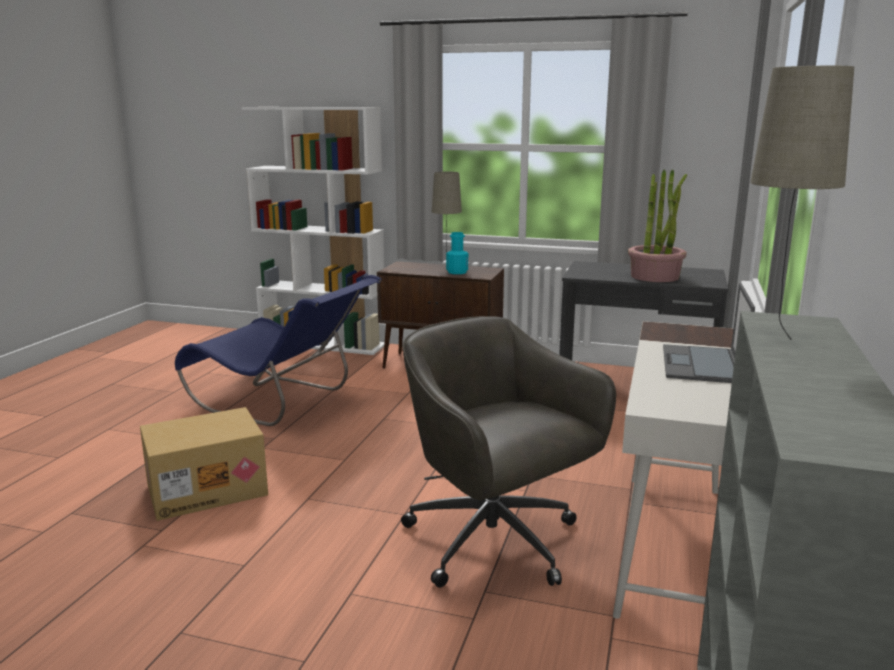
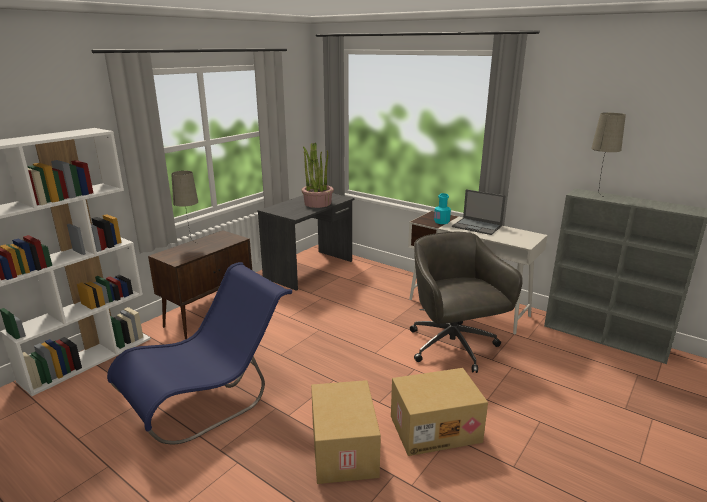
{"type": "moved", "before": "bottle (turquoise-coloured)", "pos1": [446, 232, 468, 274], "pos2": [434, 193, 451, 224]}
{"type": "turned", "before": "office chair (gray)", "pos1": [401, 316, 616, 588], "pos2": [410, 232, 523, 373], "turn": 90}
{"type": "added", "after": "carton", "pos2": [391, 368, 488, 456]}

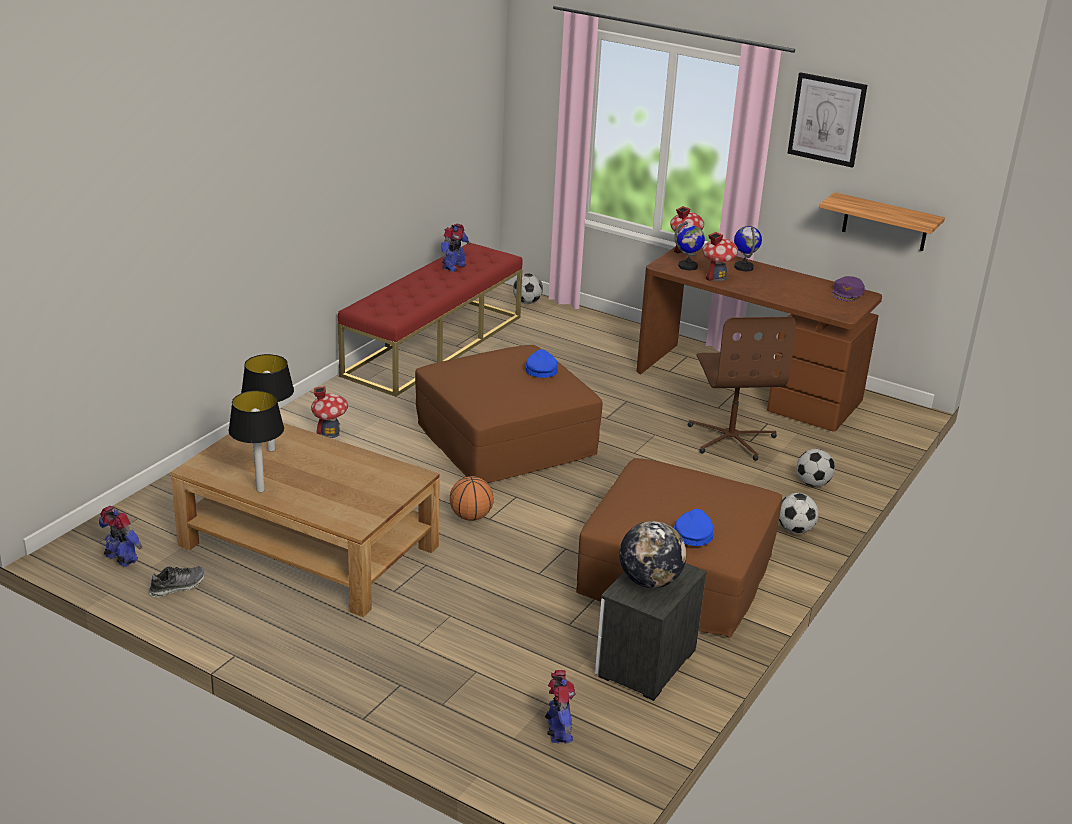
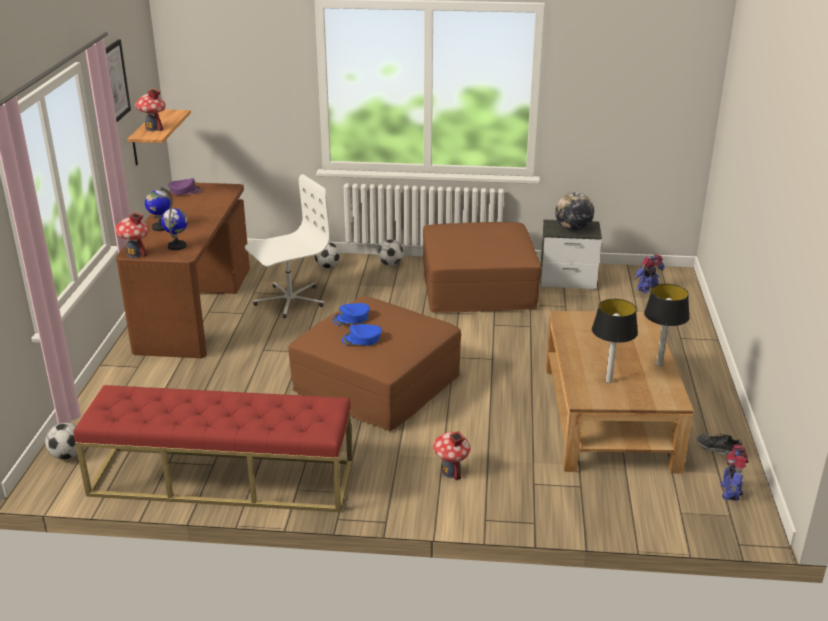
{"type": "removed", "before": "toy robot", "pos1": [441, 224, 470, 272]}
{"type": "moved", "before": "toy house", "pos1": [703, 232, 738, 281], "pos2": [135, 89, 166, 131]}
{"type": "recoloured", "before": "office chair (brown)", "after": "office chair (white)", "pos1": [688, 317, 796, 461], "pos2": [245, 174, 330, 318]}
{"type": "removed", "before": "basketball", "pos1": [450, 476, 494, 521]}
{"type": "moved", "before": "baseball cap (bluish)", "pos1": [674, 509, 714, 546], "pos2": [342, 324, 382, 346]}

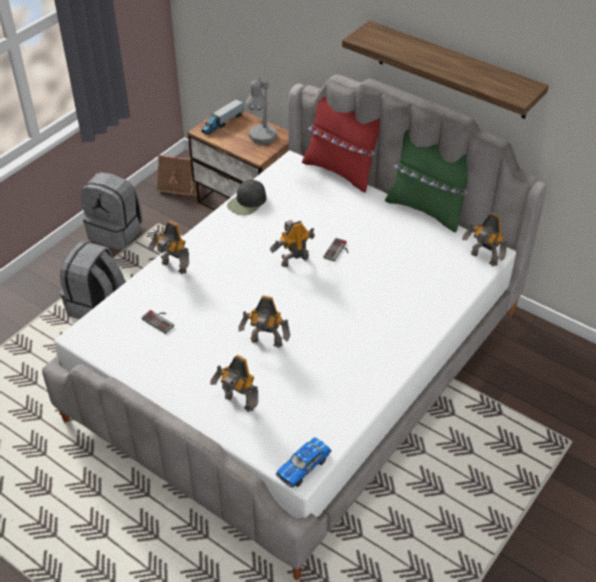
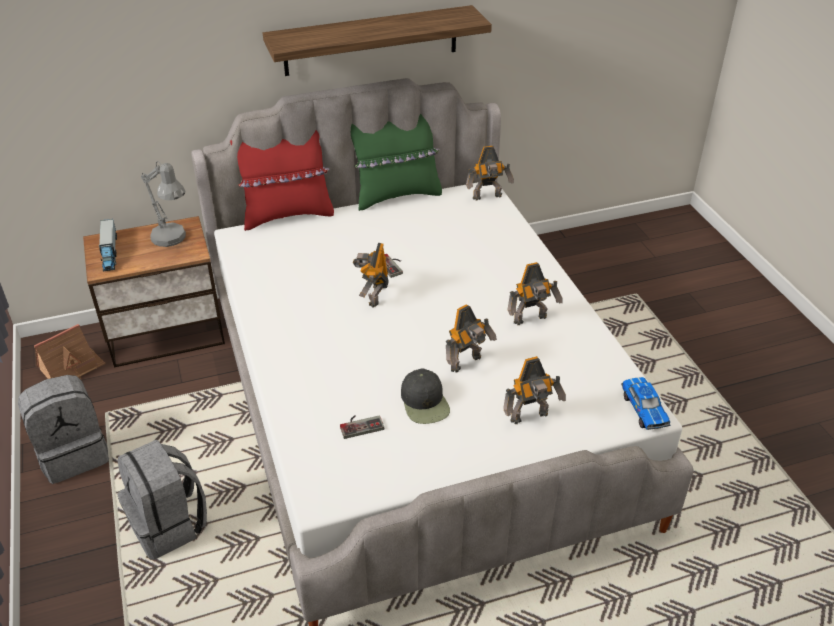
{"type": "moved", "before": "baseball cap (blackish)", "pos1": [227, 180, 266, 215], "pos2": [401, 368, 450, 424]}
{"type": "moved", "before": "toy robot", "pos1": [148, 221, 189, 274], "pos2": [508, 262, 563, 325]}

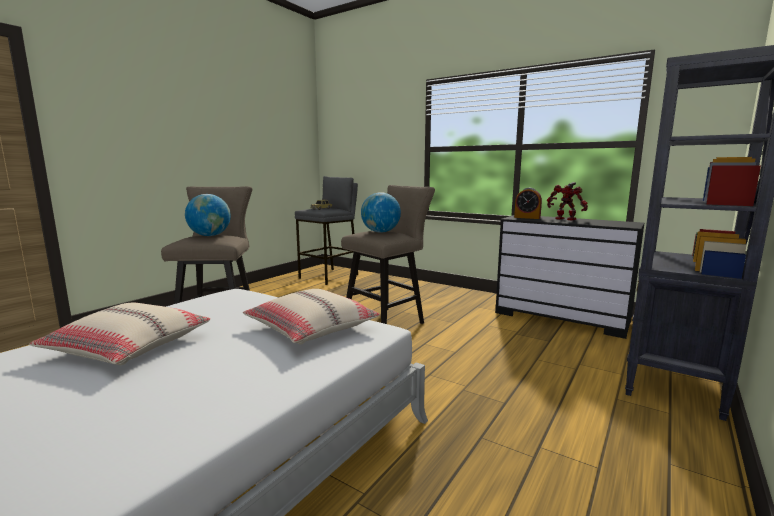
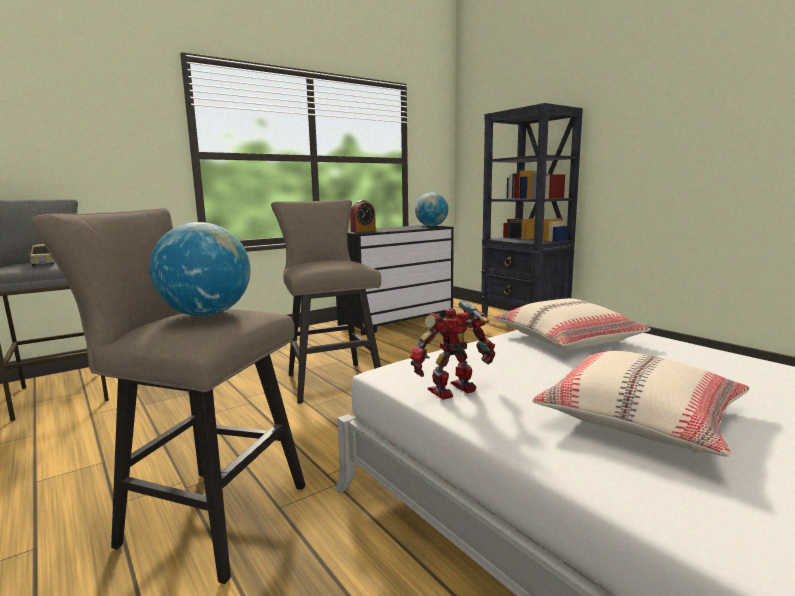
{"type": "moved", "before": "toy robot", "pos1": [547, 182, 588, 220], "pos2": [410, 301, 495, 400]}
{"type": "moved", "before": "desk globe", "pos1": [361, 192, 401, 233], "pos2": [415, 192, 448, 226]}

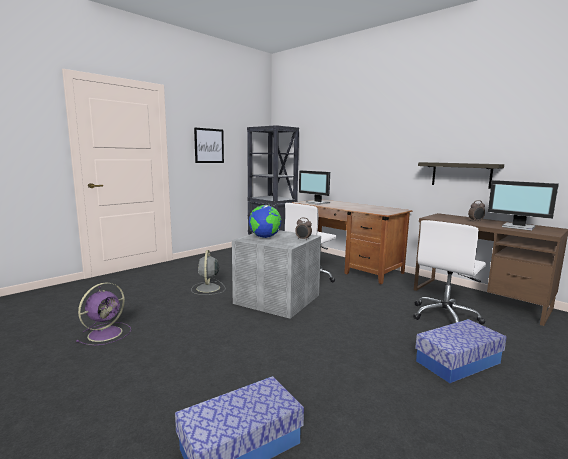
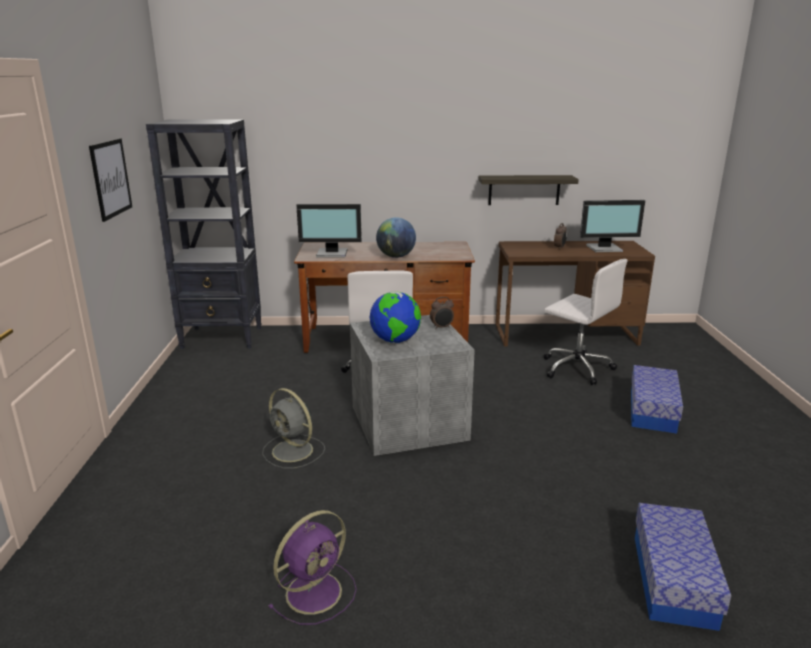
{"type": "turned", "before": "office chair (white)", "pos1": [413, 220, 486, 324], "pos2": [544, 259, 628, 385], "turn": -45}
{"type": "turned", "before": "cooling fan (purple)", "pos1": [76, 283, 131, 345], "pos2": [268, 510, 357, 625], "turn": 60}
{"type": "added", "after": "desk globe", "pos2": [376, 217, 416, 258]}

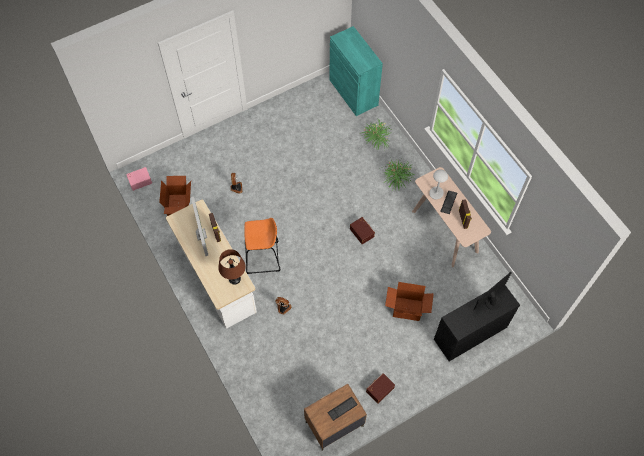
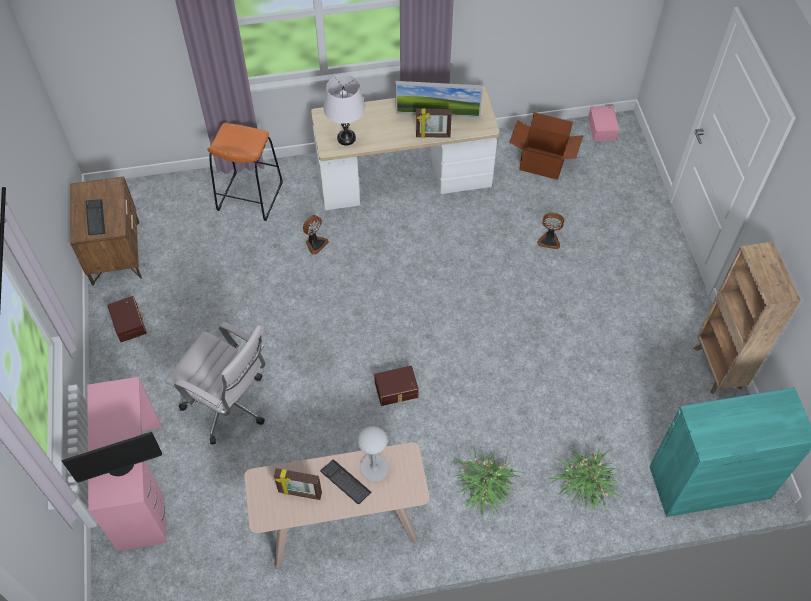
{"type": "moved", "before": "stool (orangey)", "pos1": [244, 218, 280, 274], "pos2": [207, 123, 283, 221]}
{"type": "recoloured", "before": "lamp for a table (brown)", "after": "lamp for a table (white)", "pos1": [218, 249, 246, 285], "pos2": [323, 75, 365, 145]}
{"type": "turned", "before": "computer screen", "pos1": [474, 272, 512, 310], "pos2": [61, 432, 163, 483], "turn": 90}
{"type": "replaced", "before": "carton", "after": "office chair (white)", "pos1": [385, 282, 434, 321], "pos2": [165, 322, 265, 445]}
{"type": "recoloured", "before": "desk unit (blackish)", "after": "desk unit (pink-coloured)", "pos1": [434, 285, 520, 361], "pos2": [87, 377, 166, 551]}
{"type": "added", "after": "bookshelf (brown)", "pos2": [693, 241, 801, 394]}

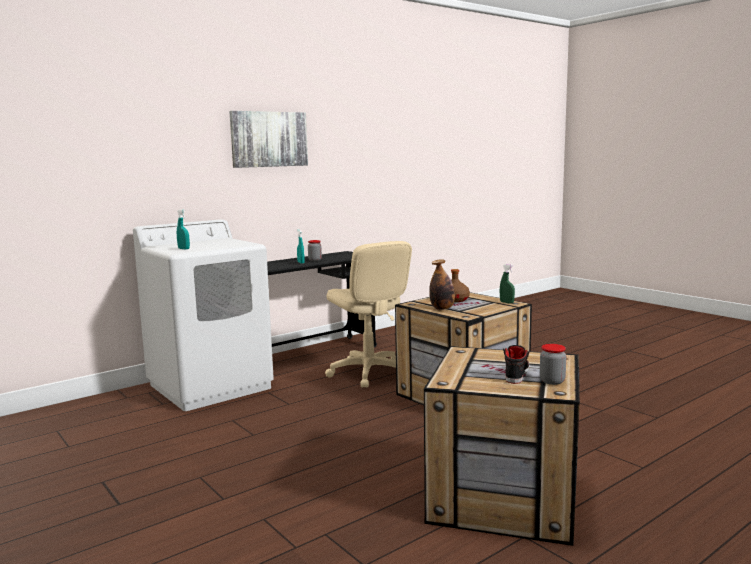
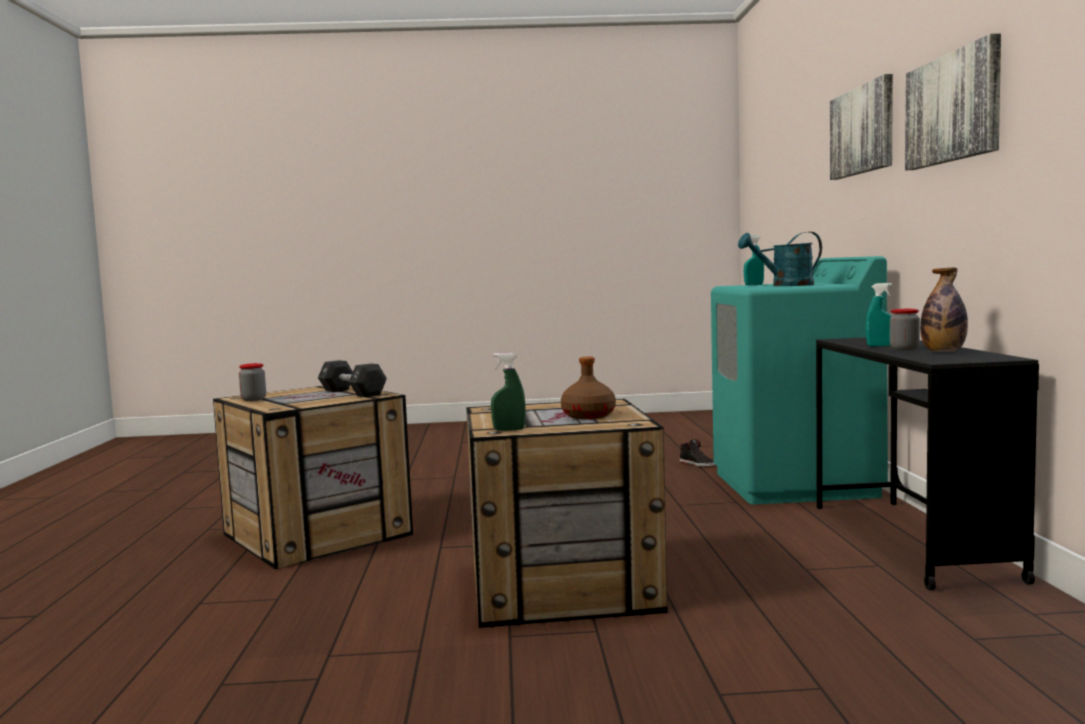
{"type": "recoloured", "before": "washing machine (white)", "after": "washing machine (turquoise-coloured)", "pos1": [133, 219, 274, 411], "pos2": [711, 256, 888, 505]}
{"type": "removed", "before": "office chair (sand-coloured)", "pos1": [325, 241, 412, 388]}
{"type": "moved", "before": "bottle", "pos1": [429, 259, 455, 310], "pos2": [920, 268, 968, 352]}
{"type": "moved", "before": "item of footwear (blackish)", "pos1": [503, 345, 530, 384], "pos2": [680, 439, 716, 467]}
{"type": "added", "after": "picture", "pos2": [830, 74, 893, 180]}
{"type": "added", "after": "watering can (turquoise-coloured)", "pos2": [738, 232, 822, 286]}
{"type": "added", "after": "free weight (blackish)", "pos2": [318, 360, 387, 397]}

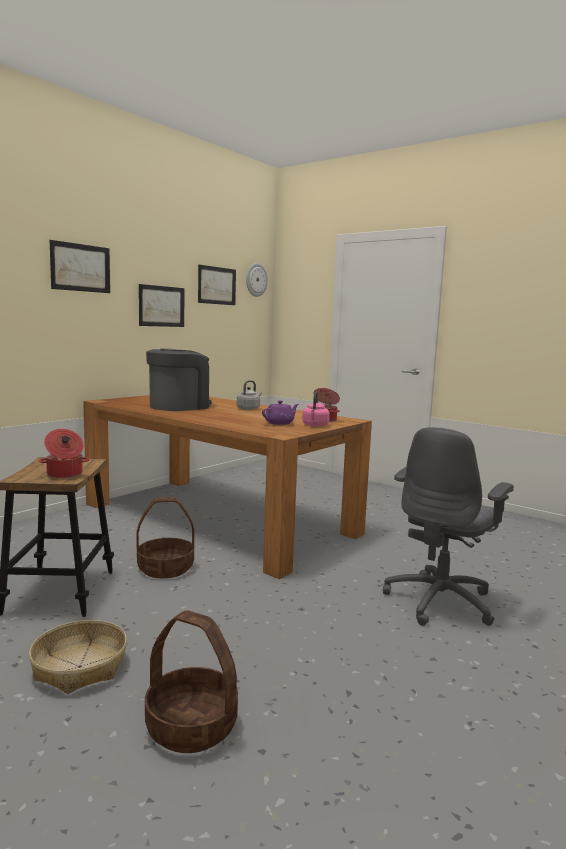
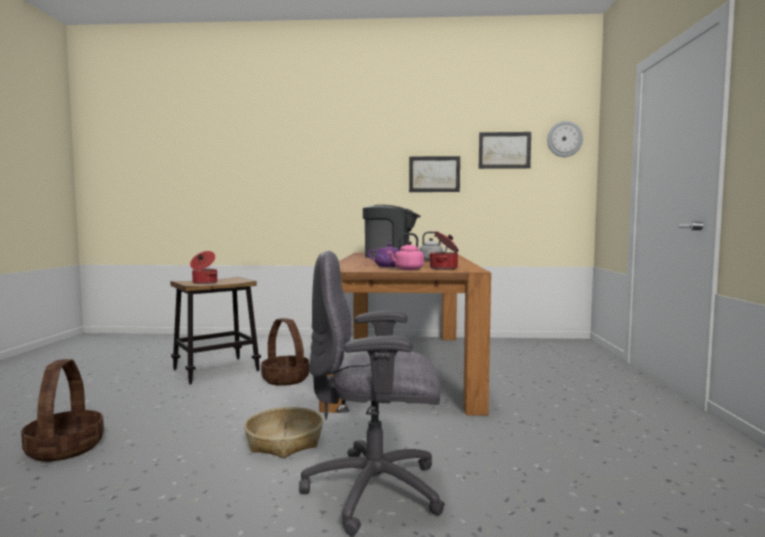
{"type": "removed", "before": "picture", "pos1": [50, 240, 110, 293]}
{"type": "moved", "before": "storage basket", "pos1": [29, 620, 127, 694], "pos2": [244, 407, 323, 458]}

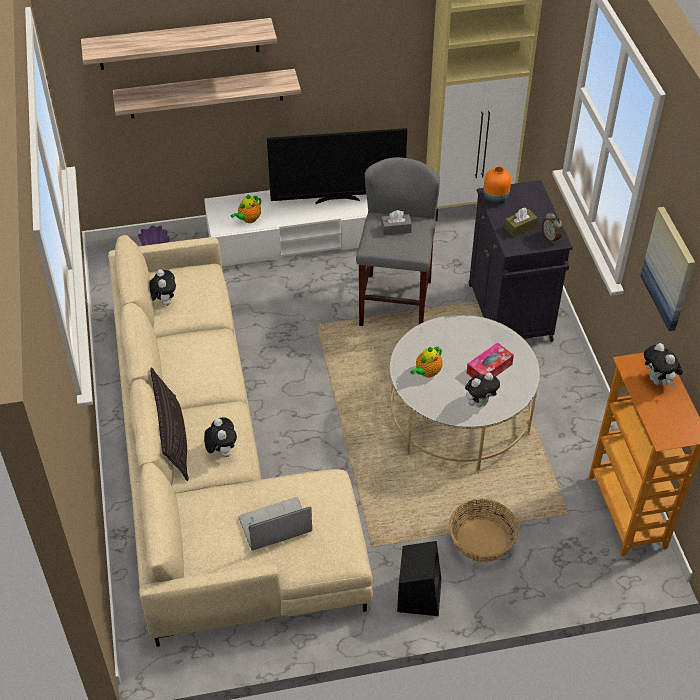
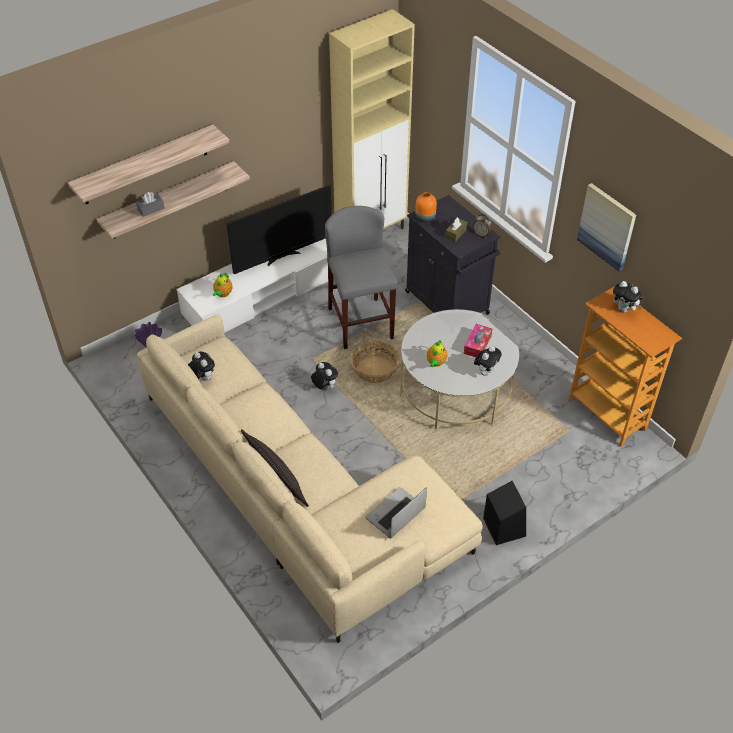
{"type": "moved", "before": "box of tissues (gray)", "pos1": [381, 210, 412, 236], "pos2": [136, 192, 165, 217]}
{"type": "moved", "before": "cuddly toy", "pos1": [204, 417, 237, 457], "pos2": [311, 362, 338, 389]}
{"type": "moved", "before": "storage basket", "pos1": [449, 498, 519, 562], "pos2": [350, 340, 400, 383]}

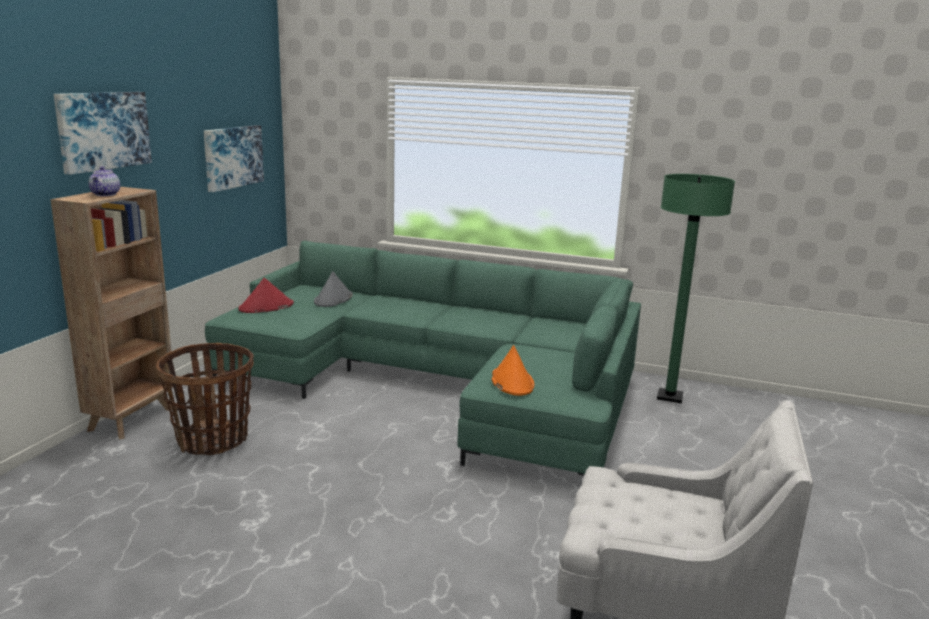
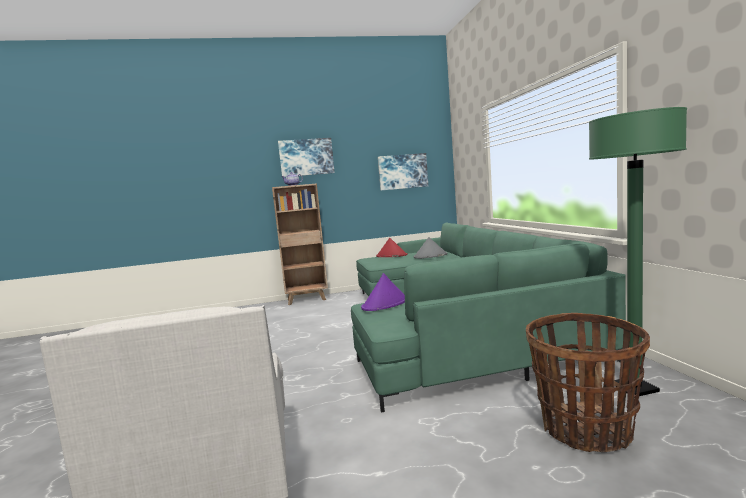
{"type": "moved", "before": "storage basket", "pos1": [156, 343, 254, 455], "pos2": [526, 313, 650, 452]}
{"type": "recoloured", "before": "clothing hat (orangey)", "after": "clothing hat (purple)", "pos1": [491, 345, 534, 396], "pos2": [361, 273, 405, 311]}

